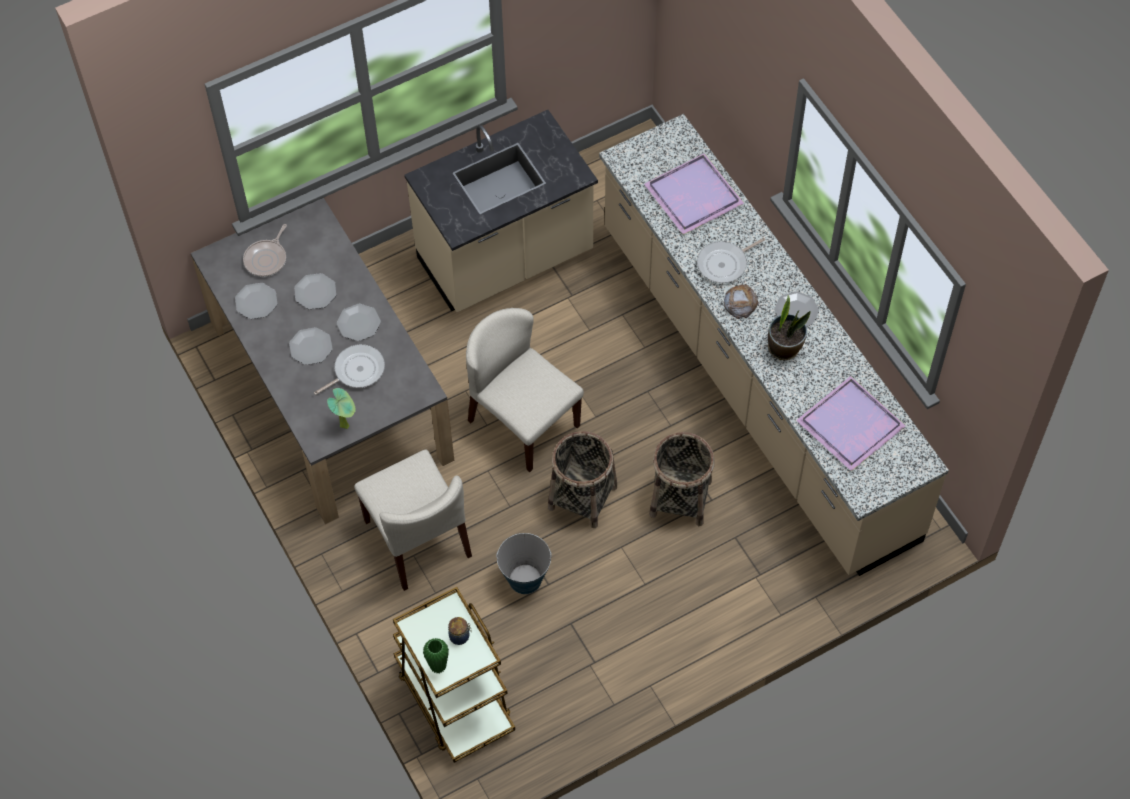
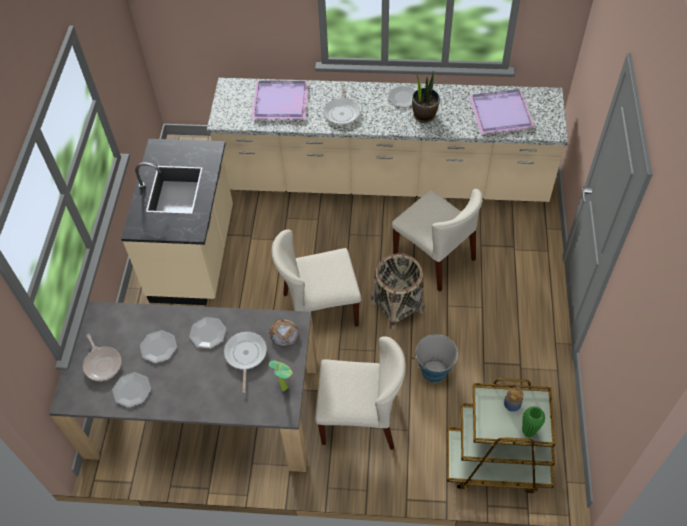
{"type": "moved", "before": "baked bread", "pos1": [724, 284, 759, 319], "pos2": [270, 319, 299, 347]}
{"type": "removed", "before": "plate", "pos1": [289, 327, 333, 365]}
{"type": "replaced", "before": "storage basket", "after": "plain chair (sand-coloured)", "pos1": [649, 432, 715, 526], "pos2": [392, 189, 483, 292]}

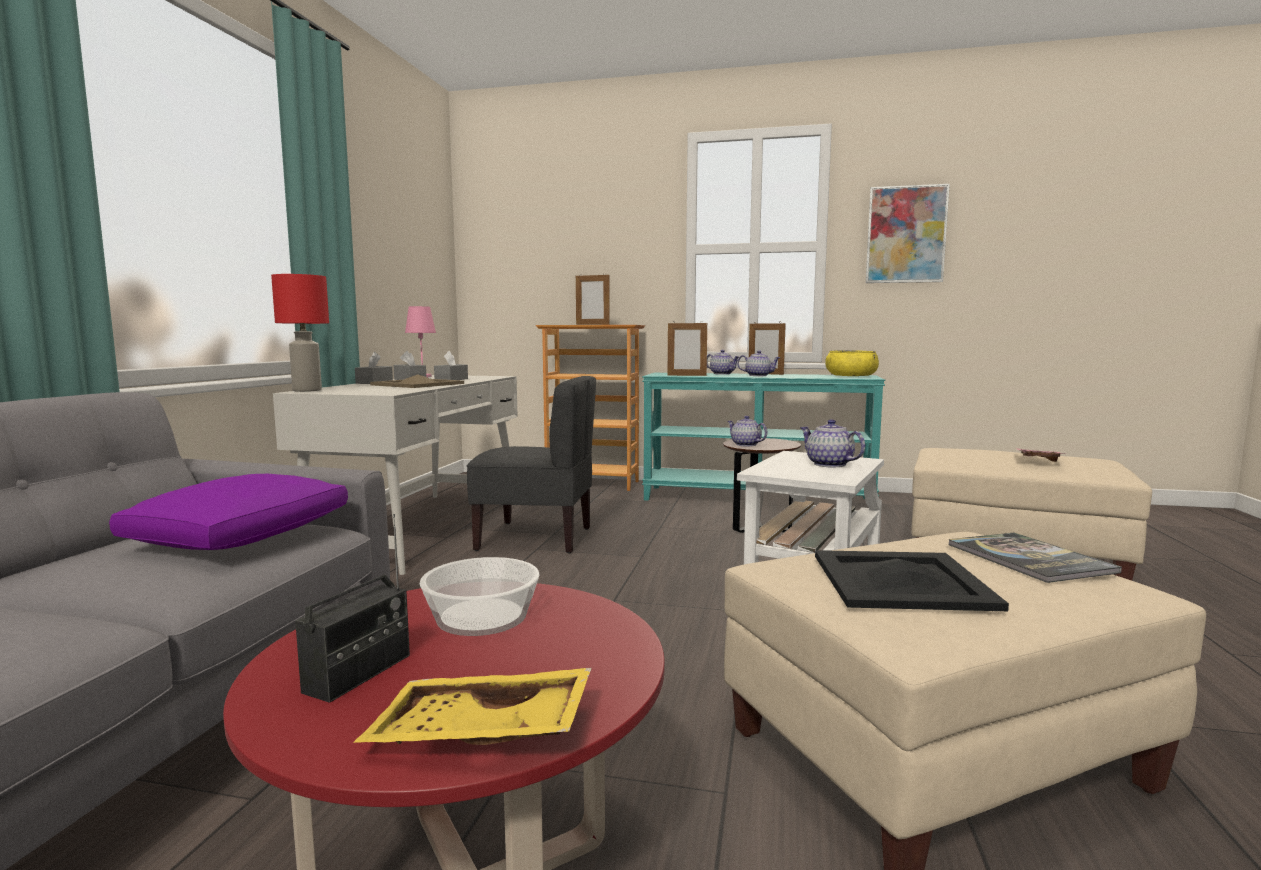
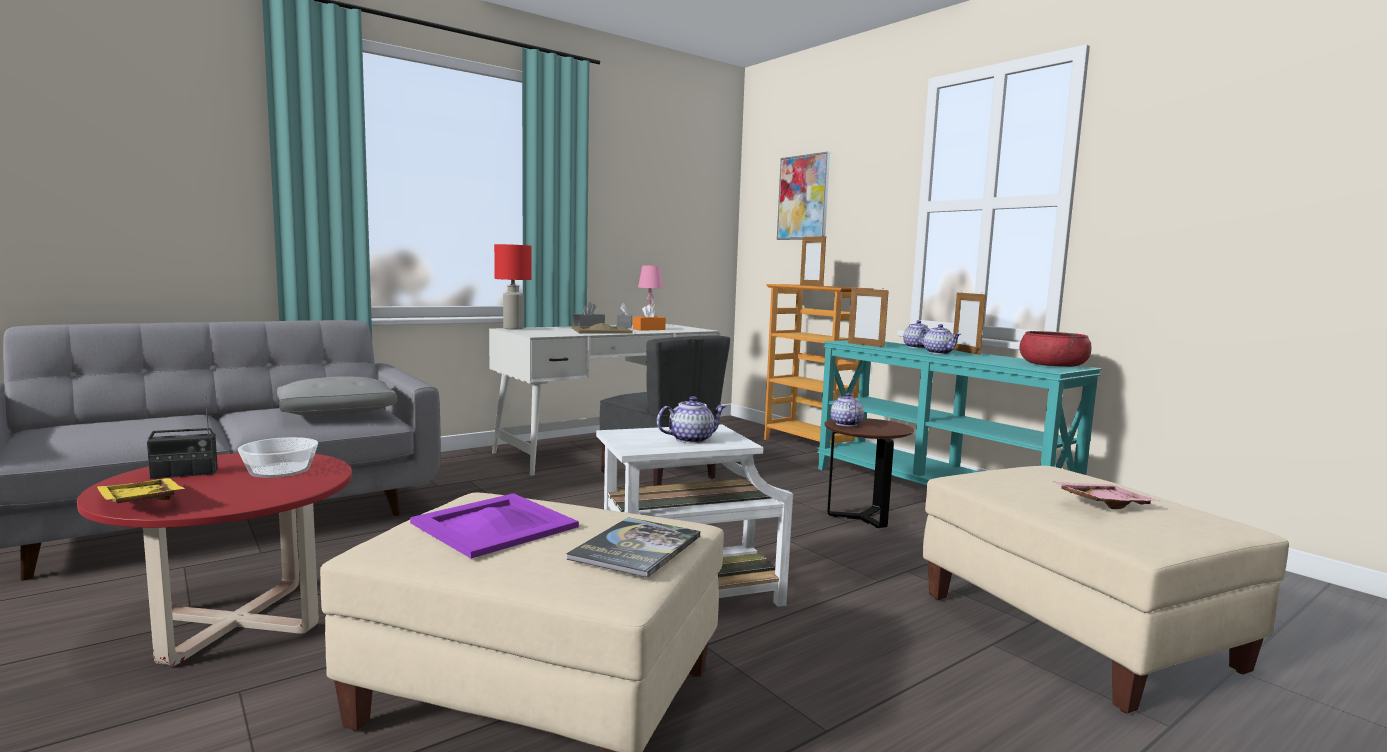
{"type": "moved", "before": "picture", "pos1": [866, 184, 950, 283], "pos2": [777, 151, 830, 240]}
{"type": "recoloured", "before": "deep dish (yellow-coloured)", "after": "deep dish (red)", "pos1": [825, 350, 879, 376], "pos2": [1020, 331, 1091, 367]}
{"type": "recoloured", "before": "box of tissues (gray)", "after": "box of tissues (orangey)", "pos1": [434, 351, 468, 380], "pos2": [633, 305, 666, 331]}
{"type": "turned", "before": "tea pot", "pos1": [800, 419, 865, 467], "pos2": [657, 396, 726, 444], "turn": 60}
{"type": "recoloured", "before": "cushion (purple)", "after": "cushion (gray)", "pos1": [109, 474, 348, 550], "pos2": [277, 376, 397, 416]}
{"type": "recoloured", "before": "carrying tray (blackish)", "after": "carrying tray (purple)", "pos1": [815, 550, 1009, 611], "pos2": [410, 493, 579, 559]}

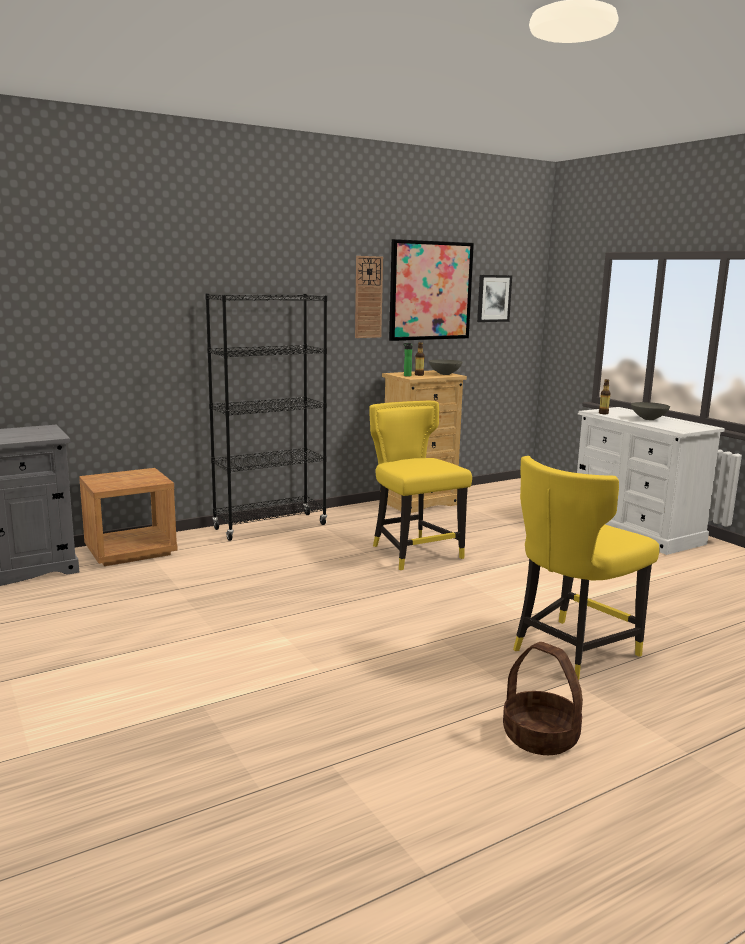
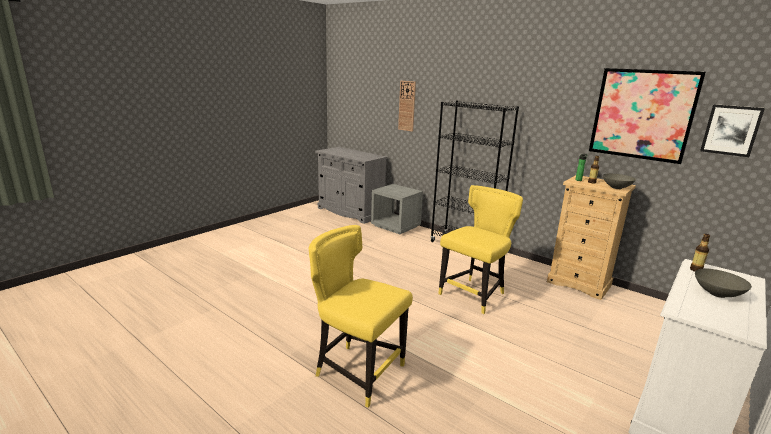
{"type": "moved", "before": "hanging clock", "pos1": [355, 256, 383, 338], "pos2": [398, 81, 416, 132]}
{"type": "recoloured", "before": "bedside table (brown)", "after": "bedside table (gray)", "pos1": [79, 468, 178, 566], "pos2": [371, 184, 423, 234]}
{"type": "removed", "before": "storage basket", "pos1": [503, 642, 583, 755]}

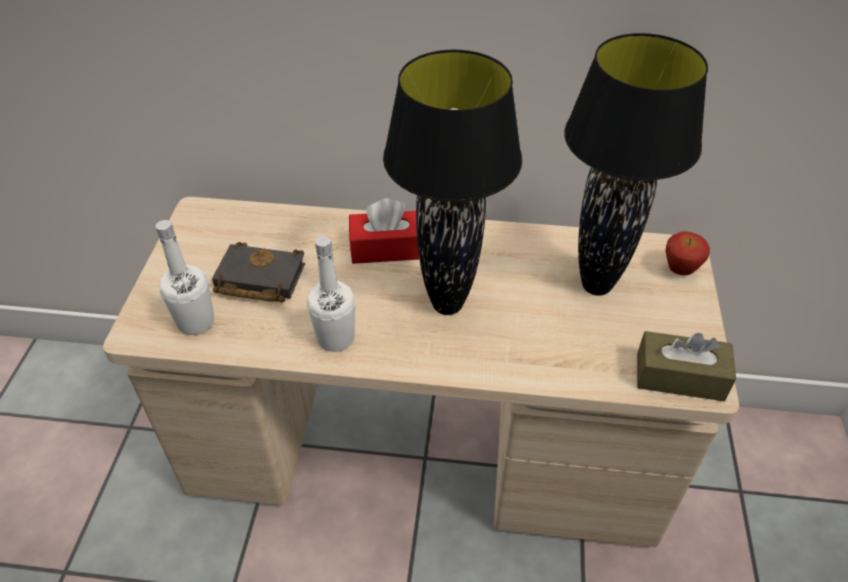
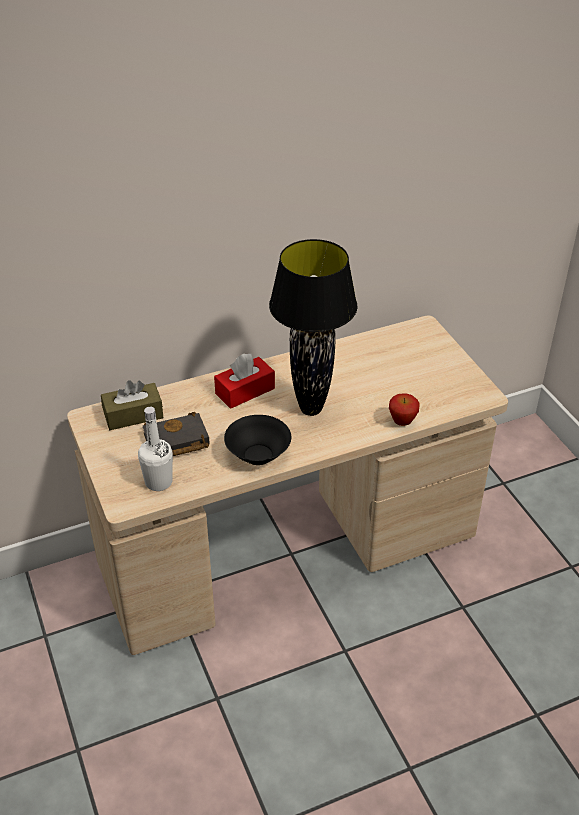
{"type": "removed", "before": "lamp for a table (blackish)", "pos1": [564, 33, 708, 296]}
{"type": "moved", "before": "apple fruit", "pos1": [665, 231, 710, 275], "pos2": [389, 393, 420, 426]}
{"type": "replaced", "before": "bottle (white)", "after": "deep dish (blackish)", "pos1": [307, 236, 355, 352], "pos2": [224, 415, 291, 465]}
{"type": "moved", "before": "box of tissues (brown)", "pos1": [637, 331, 736, 401], "pos2": [101, 380, 164, 430]}

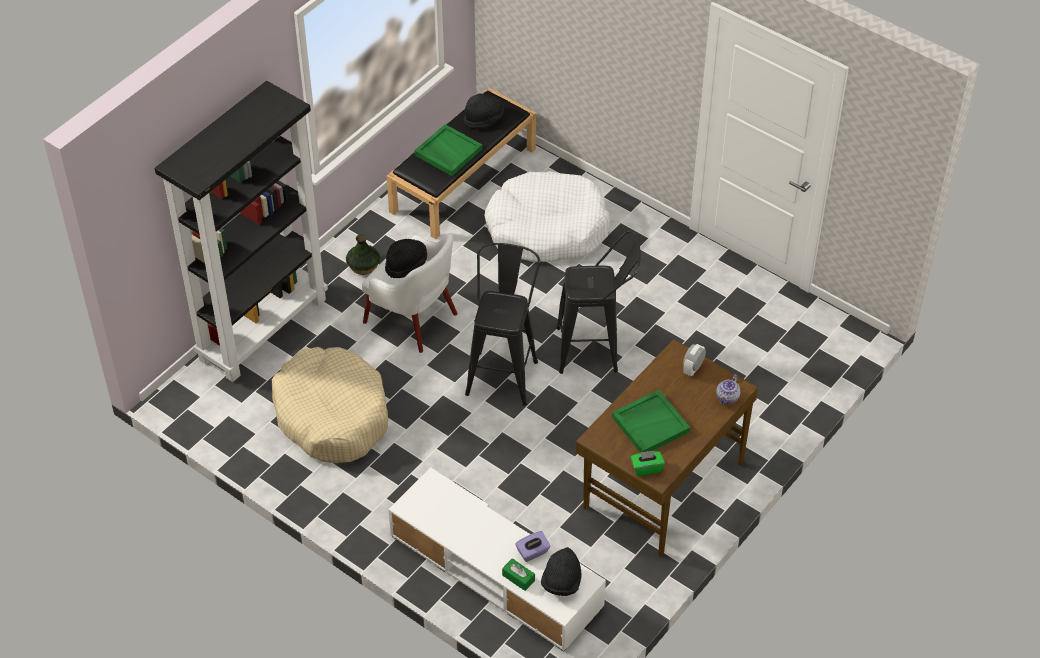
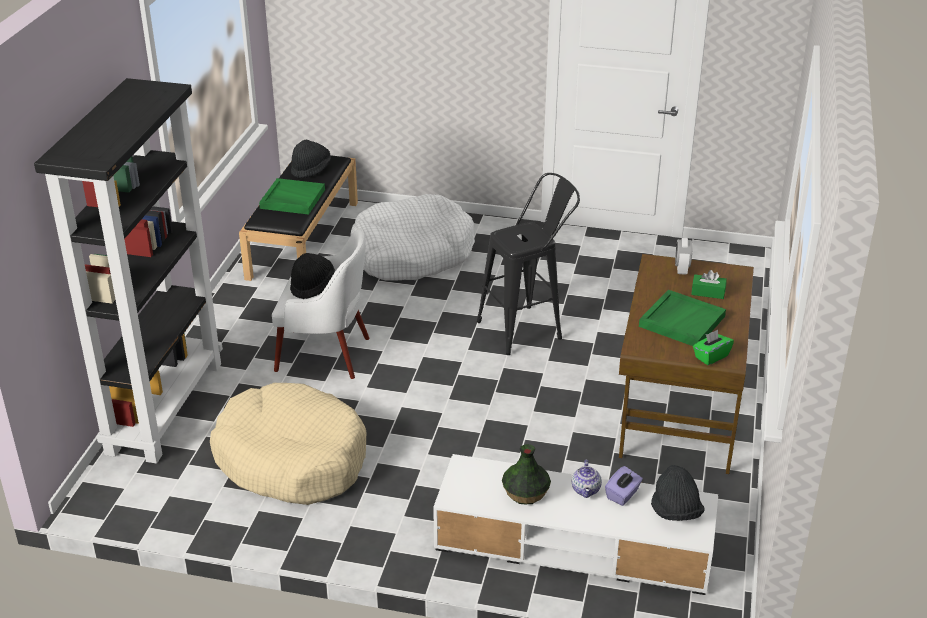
{"type": "moved", "before": "flower vase", "pos1": [346, 234, 380, 275], "pos2": [502, 444, 551, 504]}
{"type": "removed", "before": "stool (blackish)", "pos1": [465, 243, 540, 405]}
{"type": "moved", "before": "tea pot", "pos1": [716, 375, 741, 405], "pos2": [572, 460, 602, 498]}
{"type": "moved", "before": "box of tissues (green)", "pos1": [502, 558, 535, 591], "pos2": [691, 270, 727, 299]}

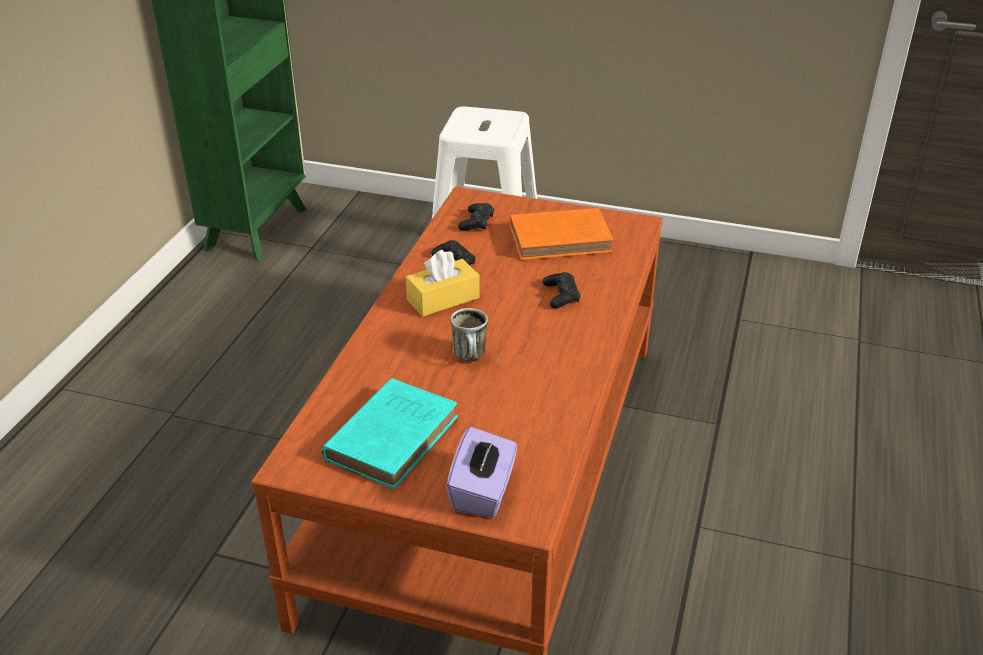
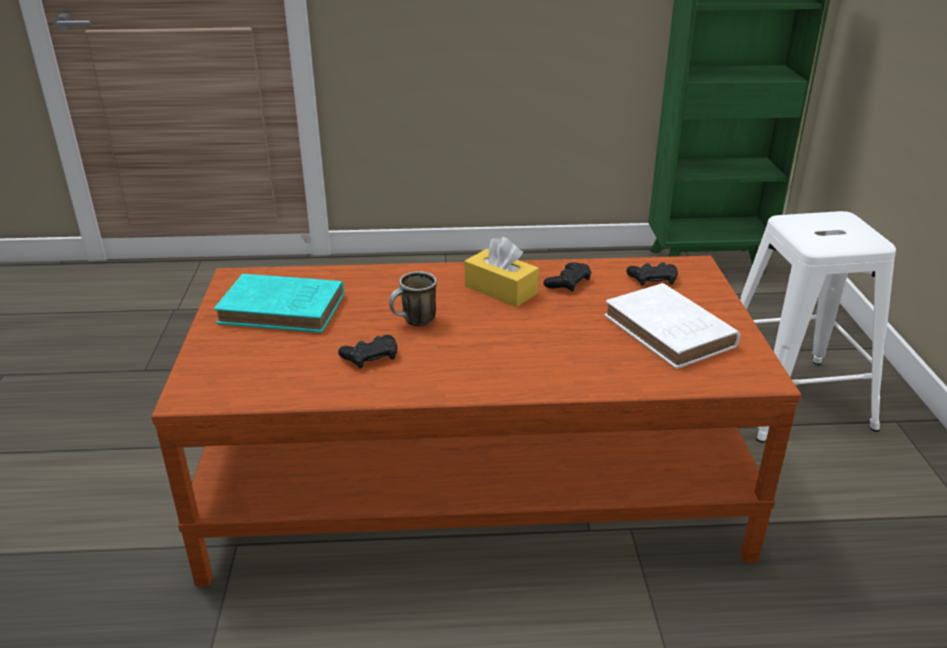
{"type": "recoloured", "before": "volume (orangey)", "after": "volume (white)", "pos1": [510, 208, 613, 260], "pos2": [604, 283, 740, 369]}
{"type": "moved", "before": "game controller (blackish)", "pos1": [543, 272, 581, 308], "pos2": [338, 335, 397, 369]}
{"type": "removed", "before": "box of tissues (purple)", "pos1": [446, 427, 517, 518]}

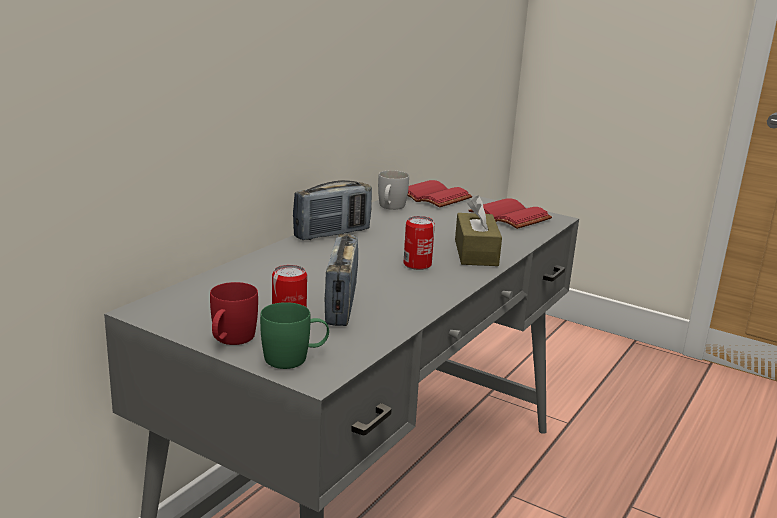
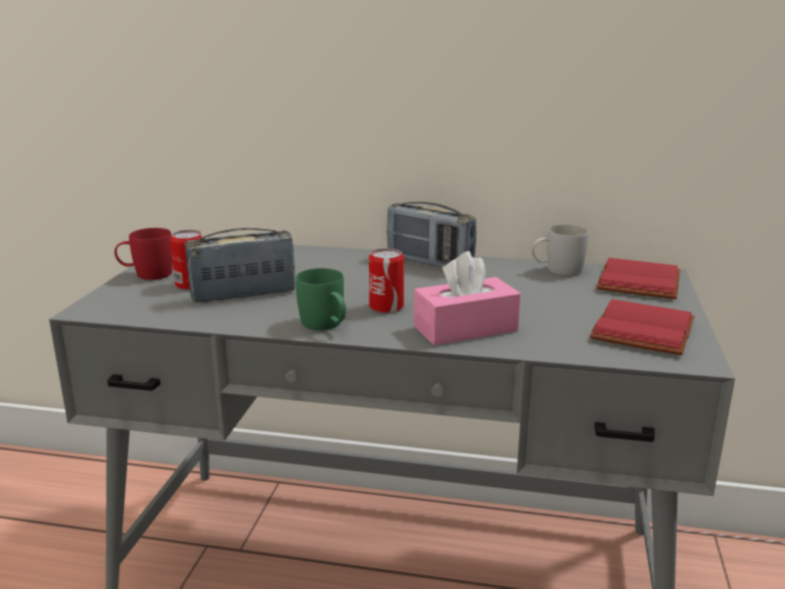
{"type": "recoloured", "before": "box of tissues (brown)", "after": "box of tissues (pink-coloured)", "pos1": [455, 196, 502, 266], "pos2": [414, 251, 521, 345]}
{"type": "moved", "before": "tea mug (green)", "pos1": [260, 302, 329, 369], "pos2": [296, 268, 346, 330]}

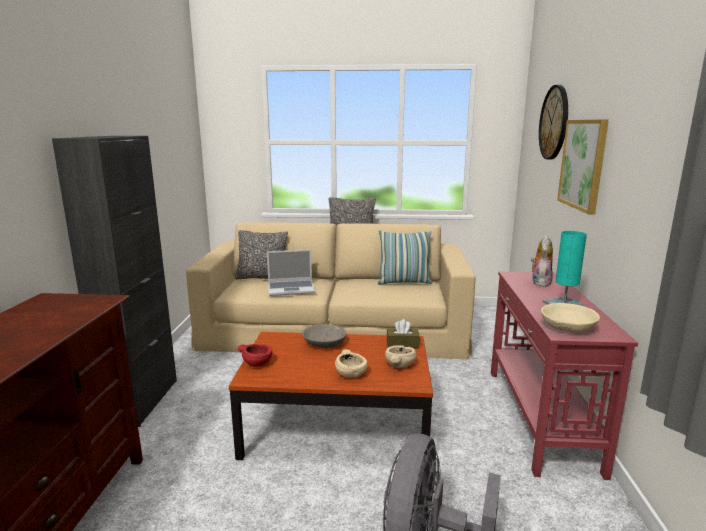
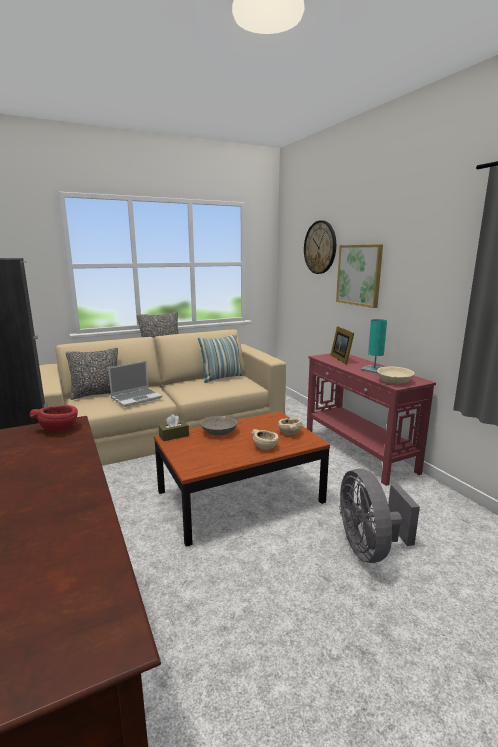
{"type": "replaced", "before": "cuddly toy", "after": "picture frame", "pos1": [531, 235, 553, 287], "pos2": [331, 326, 354, 364]}
{"type": "moved", "before": "box of tissues (brown)", "pos1": [387, 319, 420, 348], "pos2": [159, 414, 189, 441]}
{"type": "moved", "before": "deep dish (red)", "pos1": [238, 344, 273, 367], "pos2": [30, 405, 78, 432]}

